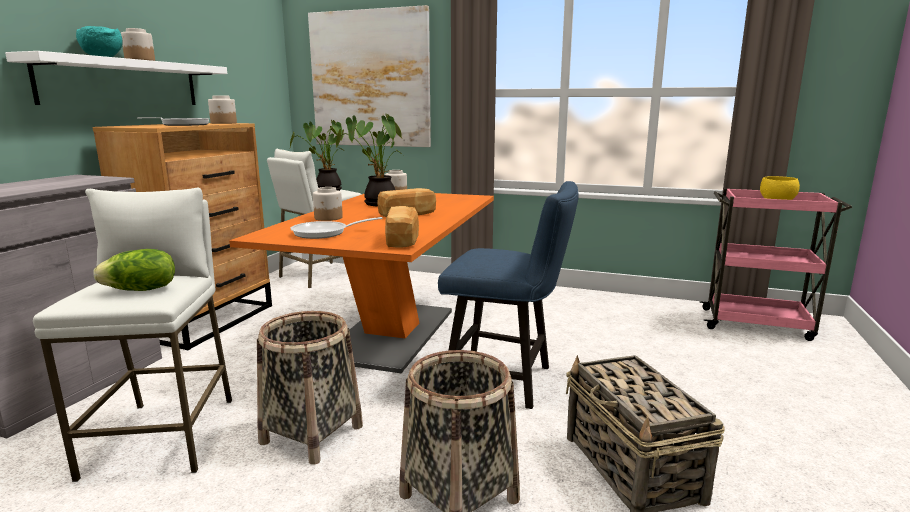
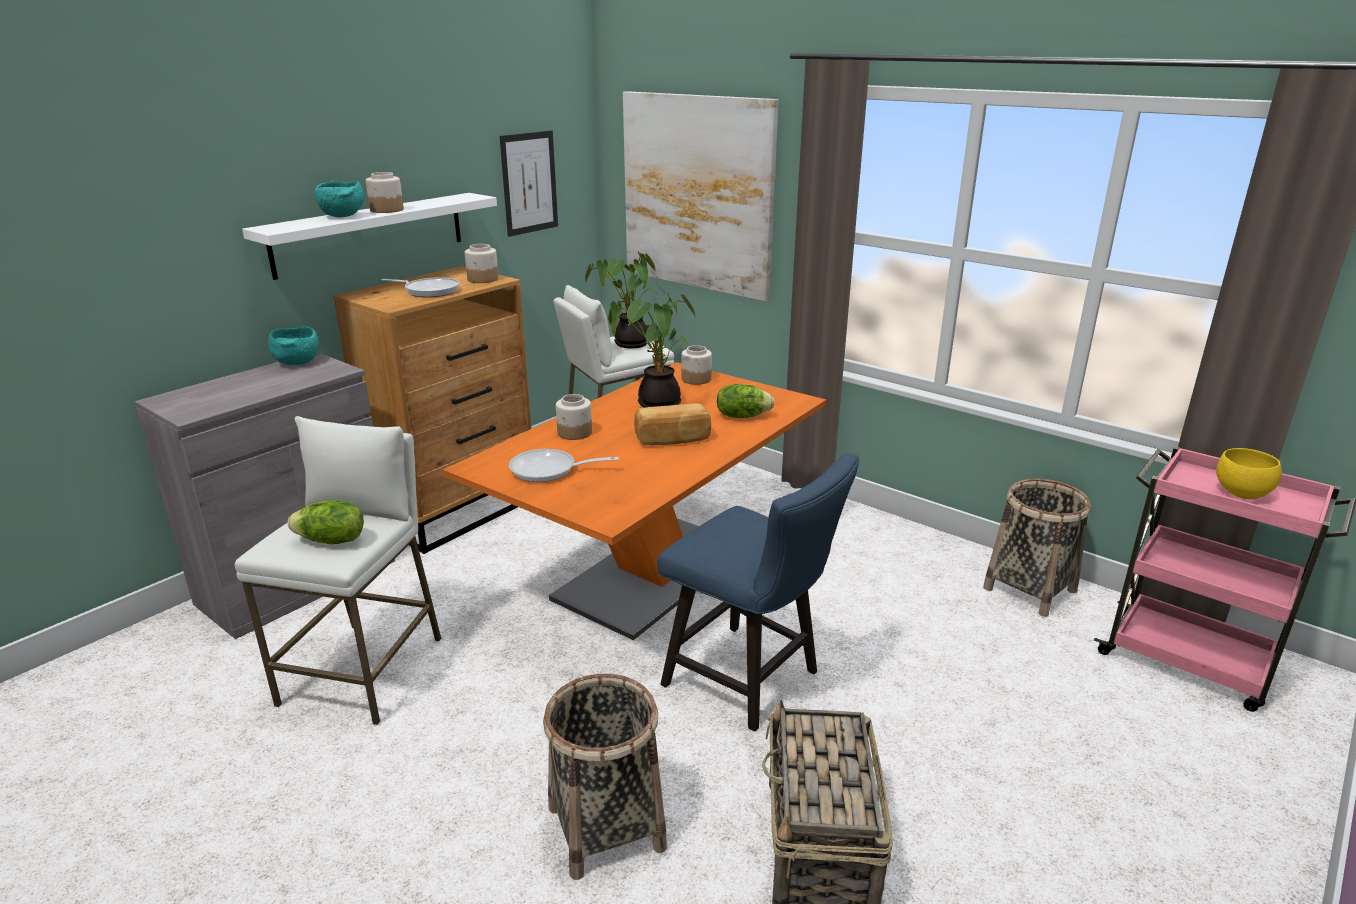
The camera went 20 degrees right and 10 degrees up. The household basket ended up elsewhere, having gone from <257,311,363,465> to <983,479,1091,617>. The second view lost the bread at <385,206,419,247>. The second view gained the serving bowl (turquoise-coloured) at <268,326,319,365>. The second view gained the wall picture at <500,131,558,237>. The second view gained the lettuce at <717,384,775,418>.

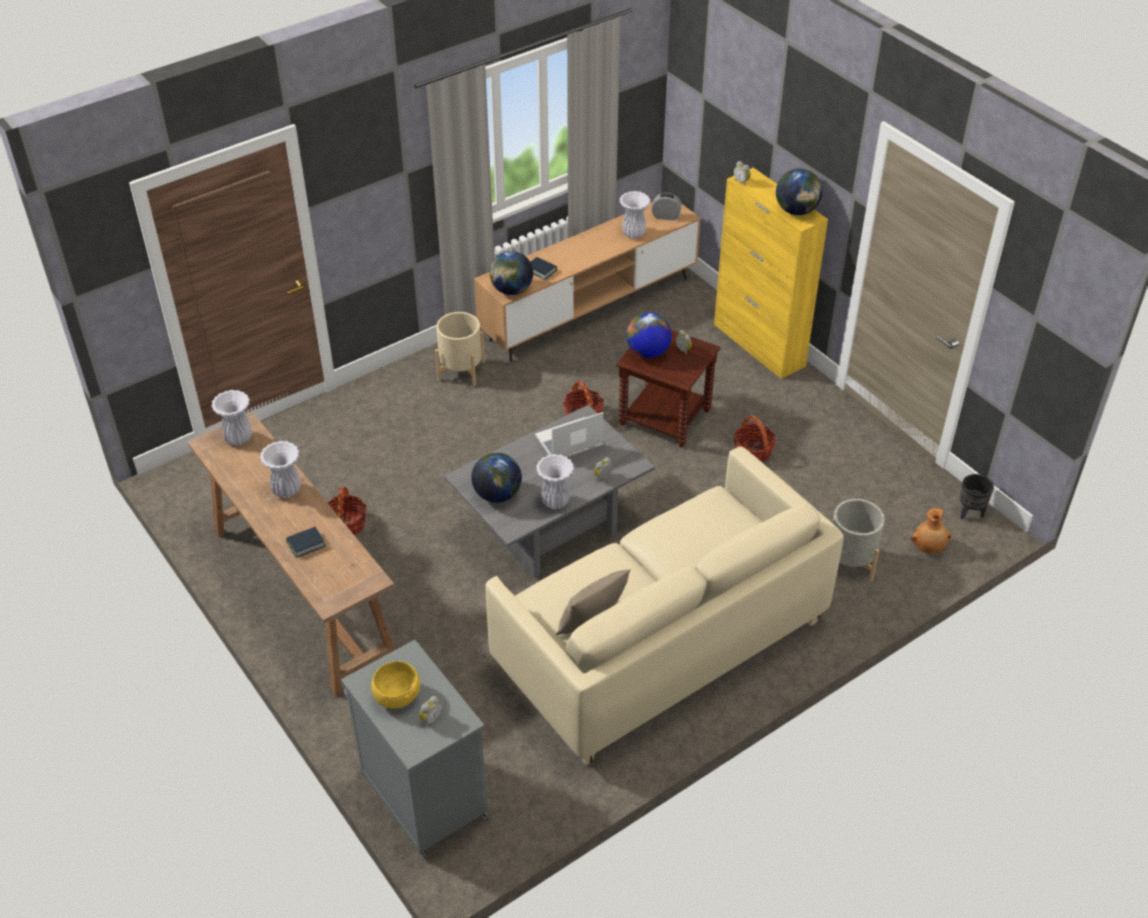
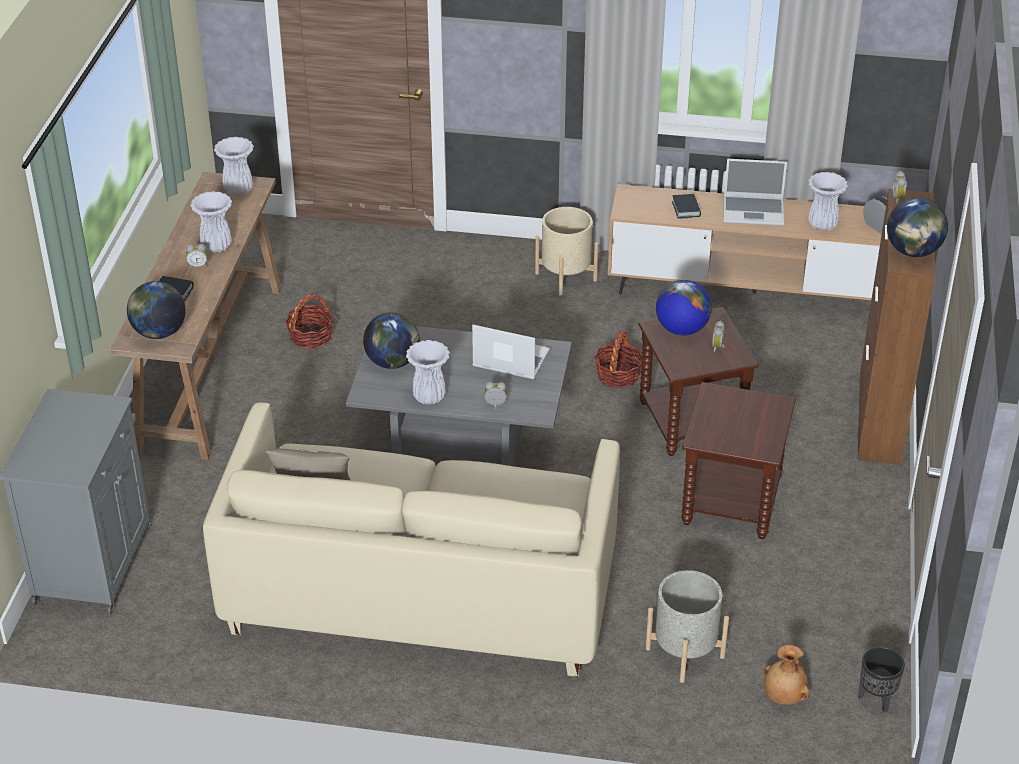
The camera went 45 degrees right and 5 degrees down. The second view lost the serving bowl (yellow) at <371,661,420,708>. The bedside clock ended up elsewhere, having gone from <419,696,442,727> to <186,244,208,269>. The desk globe ended up elsewhere, having gone from <490,251,533,295> to <127,281,186,339>. What was the cabinet (yellow) at <714,168,828,379> turned into the cabinet (brown) at <858,189,936,465>. Where the household basket stood at <734,416,776,462>, the end table (brown) came to stand at <681,382,796,539>. The second view gained the portable computer at <724,159,787,226>.

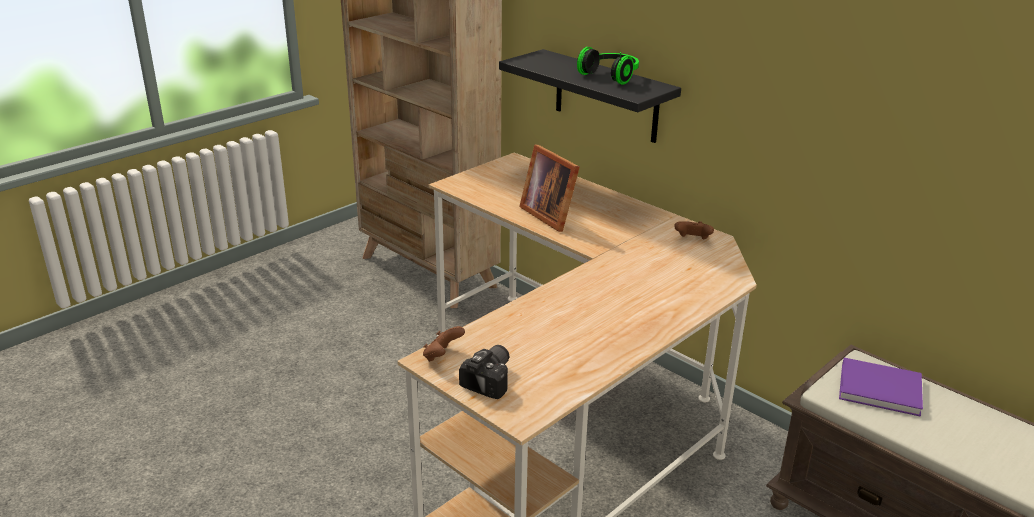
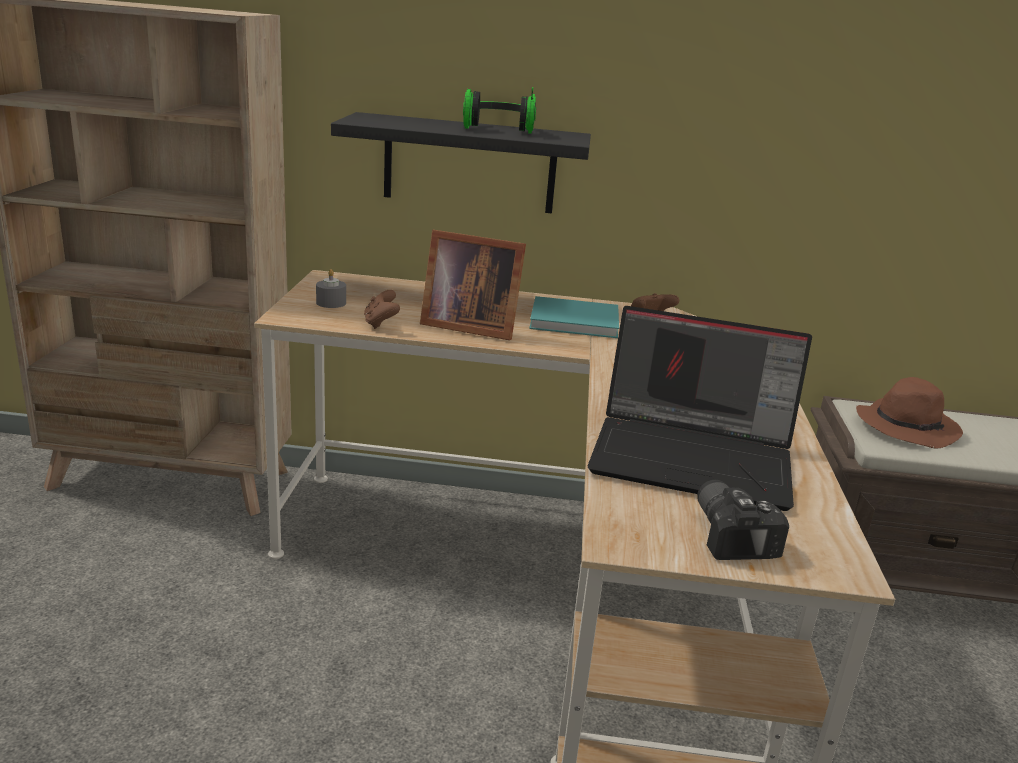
The camera went 40 degrees left and 5 degrees down. The joypad (brown) ended up elsewhere, having gone from <423,326,465,362> to <364,290,400,329>. Where the book (purplish) stood at <839,358,923,417>, the clothing hat (brown) came to stand at <856,377,963,449>. The second view gained the candle (greyish) at <316,269,346,308>. The second view gained the book (turquoise-coloured) at <529,296,619,338>. The second view gained the portable computer at <588,306,812,511>.

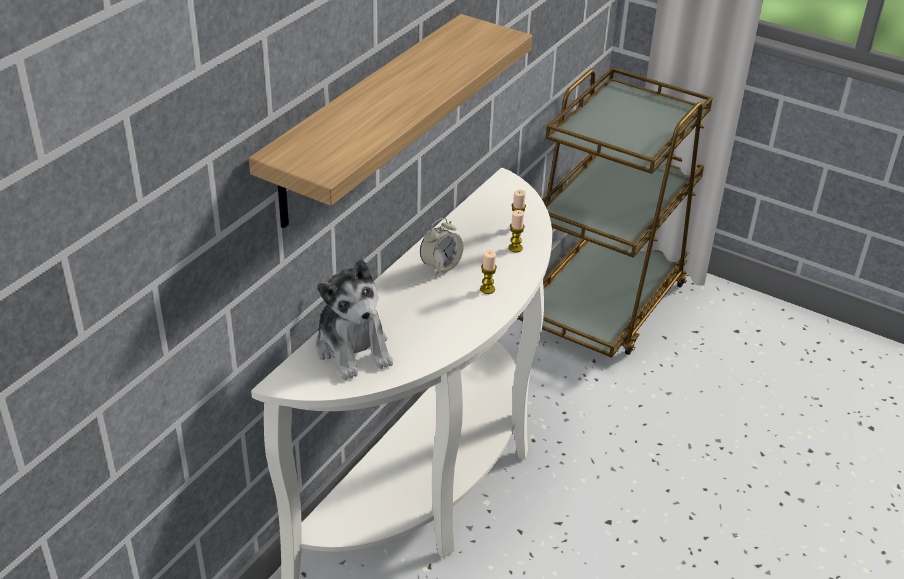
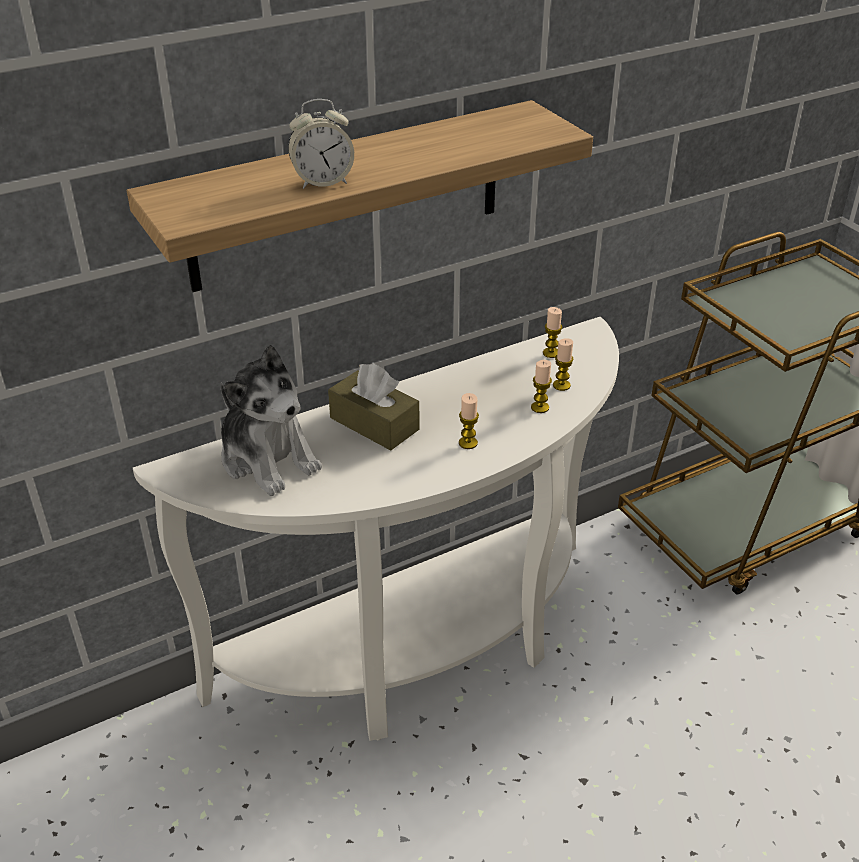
The camera went 30 degrees right and 0 degrees up. The cuddly toy at <315,259,393,380> ended up facing another way, 45 degrees counterclockwise from before. The bedside clock ended up elsewhere, having gone from <420,218,463,275> to <288,99,354,189>. The second view gained the box of tissues (brown) at <328,364,420,450>. The second view gained the candle at <543,307,562,358>.

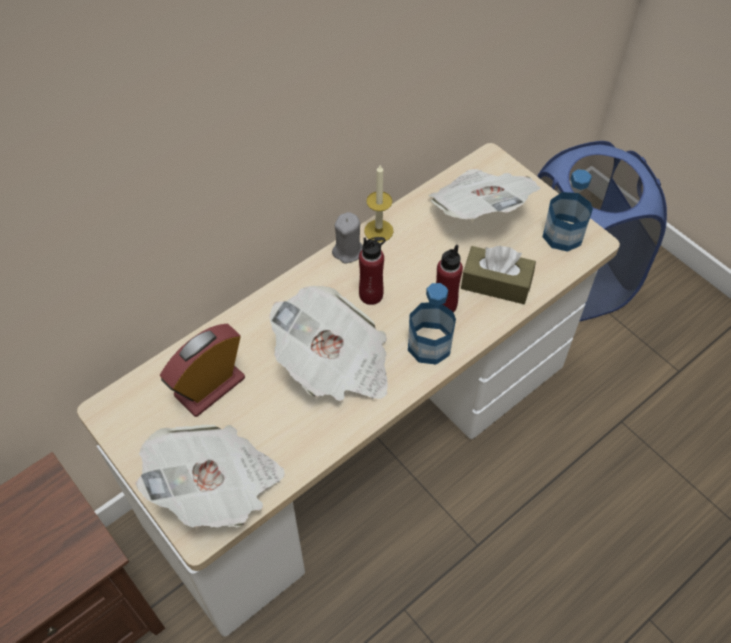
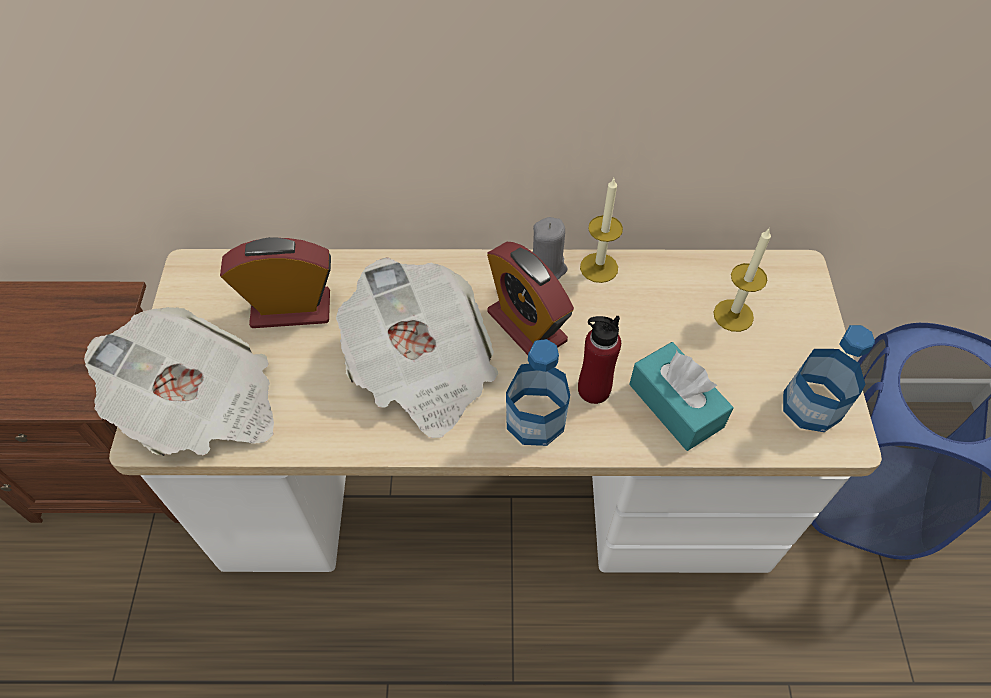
The camera went 40 degrees right and 0 degrees up. Where the bottle (reddish) stood at <359,237,386,305>, the bedside clock came to stand at <487,242,574,355>. Where the newspaper stood at <428,169,541,219>, the candle came to stand at <714,229,771,332>. What was the box of tissues (brown) at <461,246,536,304> turned into the box of tissues (turquoise-coloured) at <629,342,734,451>.

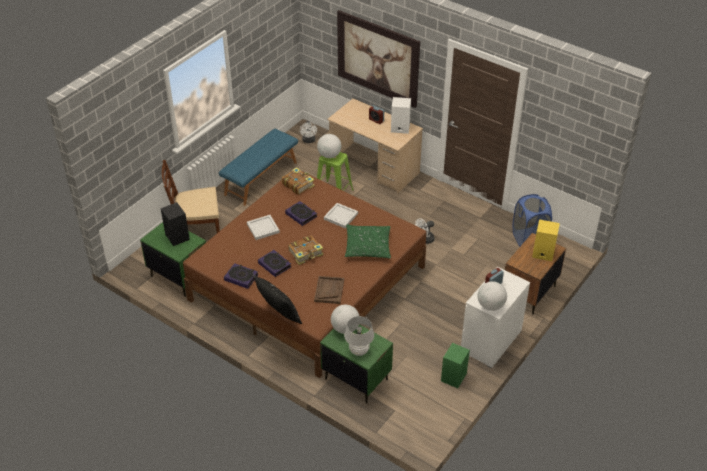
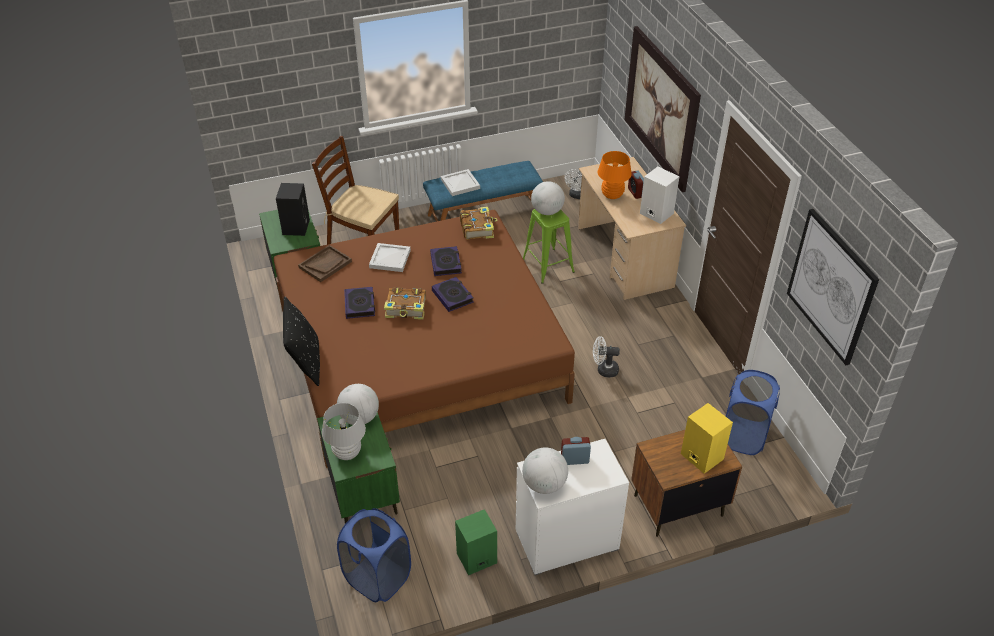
The camera went 35 degrees right and 0 degrees up. The book ended up elsewhere, having gone from <224,263,259,289> to <432,277,474,312>. The serving tray (brown) ended up elsewhere, having gone from <314,276,344,304> to <298,245,352,282>. The serving tray (whitish) ended up elsewhere, having gone from <324,203,358,228> to <441,169,480,196>. The second view lost the pillow (green) at <345,224,391,258>. The second view gained the laundry basket (bluish) at <337,508,411,602>. The second view gained the table lamp (orangey) at <598,151,632,199>. The second view gained the wall picture at <787,209,879,365>.

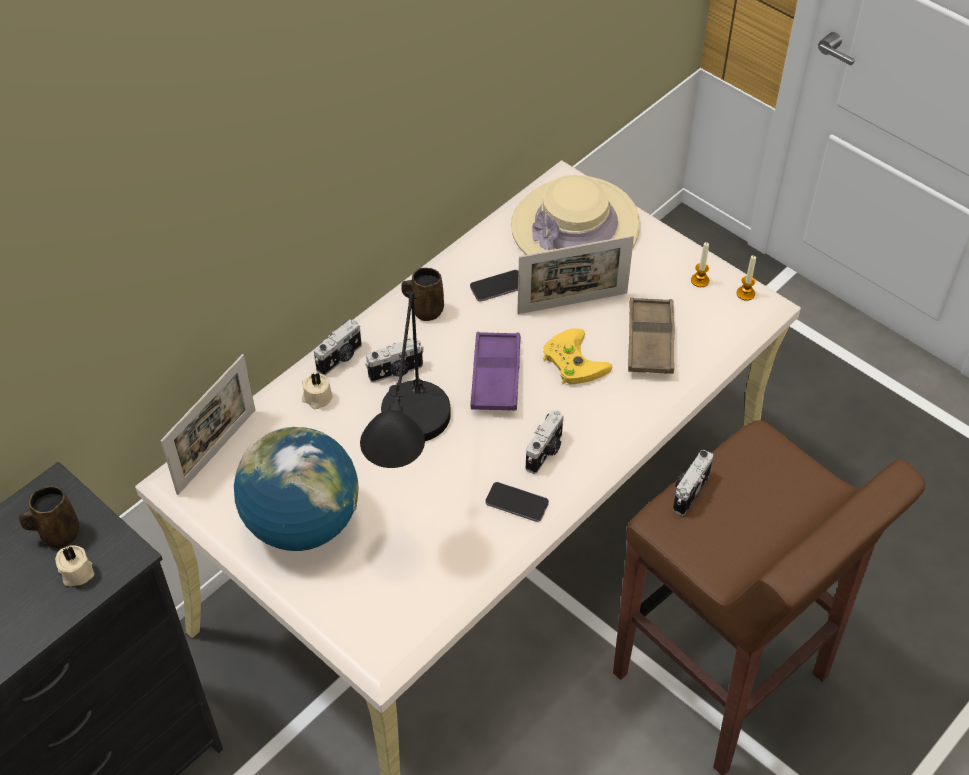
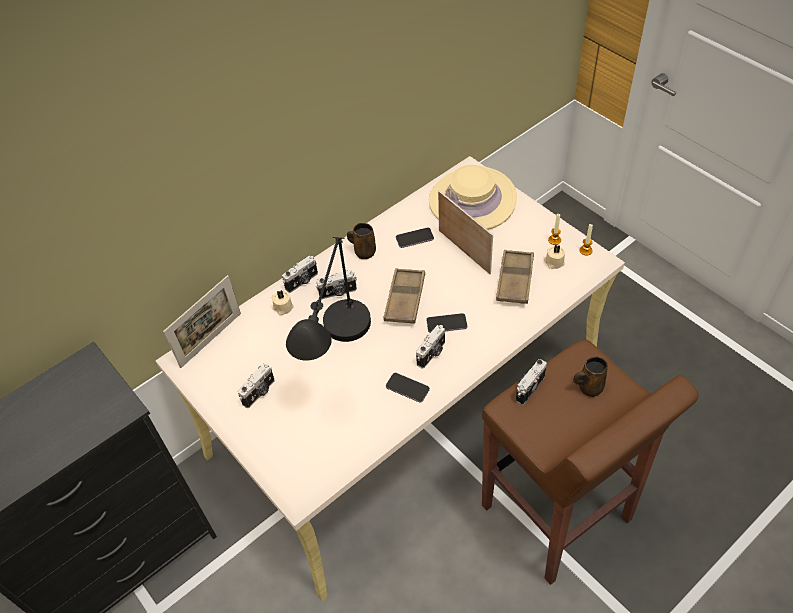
The camera went 10 degrees right and 0 degrees up. The tea mug (brown) ended up elsewhere, having gone from <19,486,79,548> to <573,357,608,397>. The candle (beige) ended up elsewhere, having gone from <55,545,94,586> to <544,244,565,269>. Where the desk globe stood at <234,427,358,551>, the still camera came to stand at <238,364,275,408>. What was the serving tray (purplish) at <470,332,521,410> turned into the serving tray (brown) at <383,268,425,324>. The picture frame at <517,235,634,314> ended up facing another way, 120 degrees counterclockwise from before. The second view lost the joypad (yellow) at <543,328,612,384>. The second view gained the phone at <426,313,467,333>.

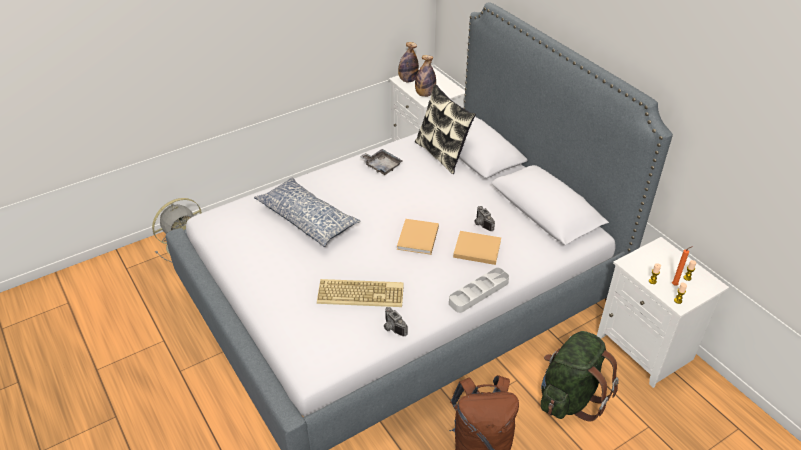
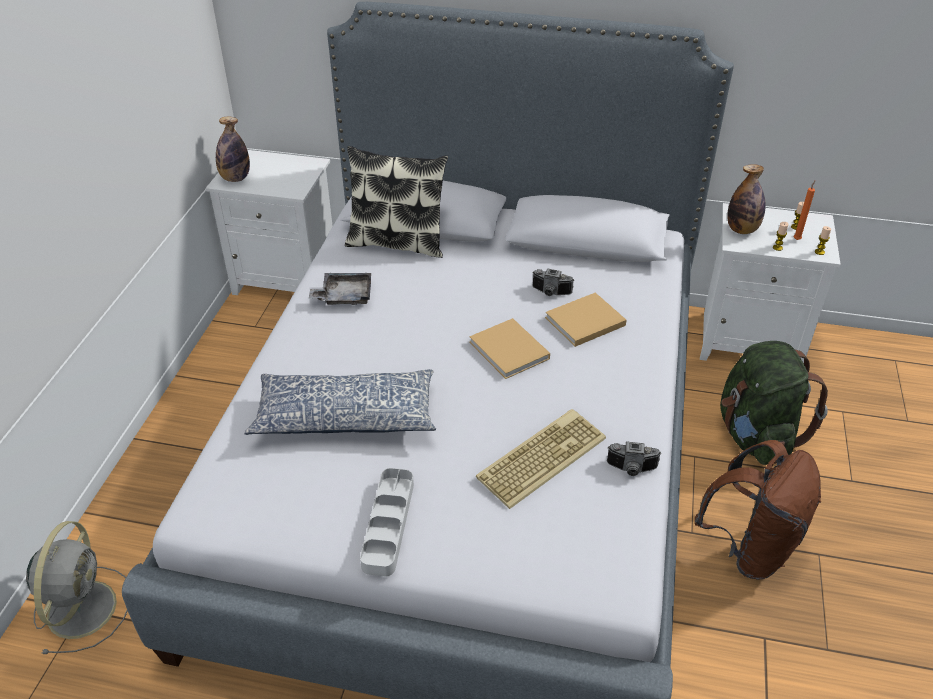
The camera went 45 degrees left and 0 degrees up. The bottle ended up elsewhere, having gone from <415,55,436,97> to <727,164,766,234>. The serving tray (greyish) ended up elsewhere, having gone from <449,268,509,313> to <360,468,414,577>.

